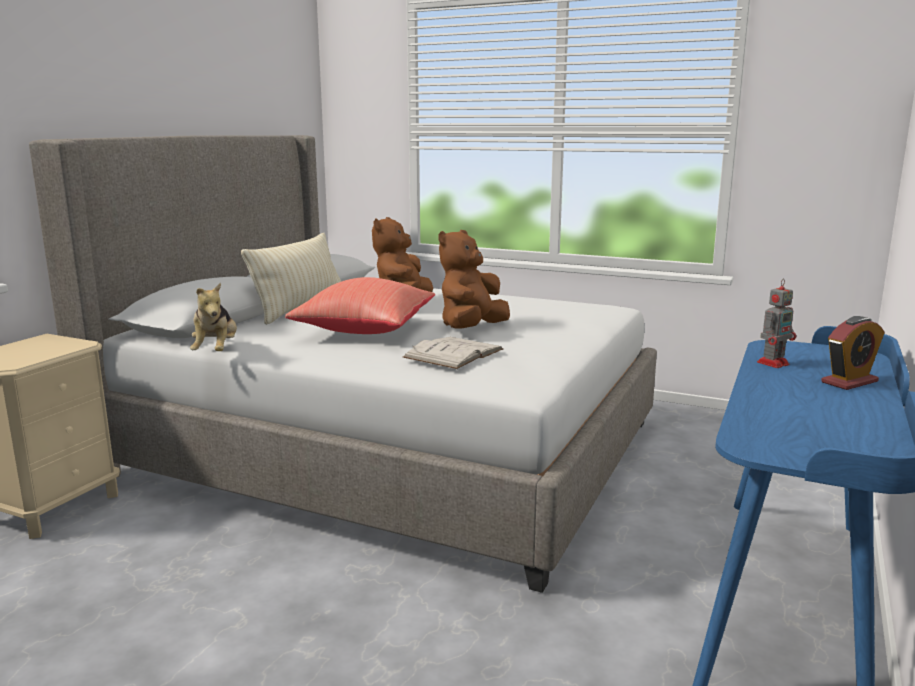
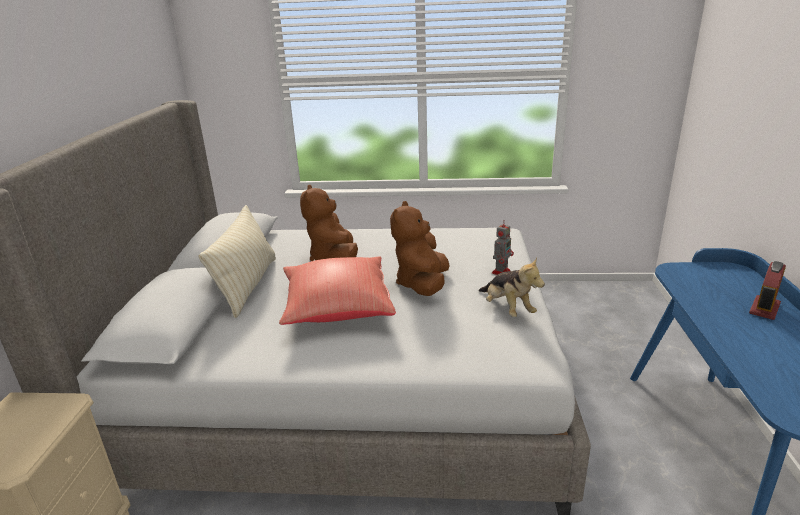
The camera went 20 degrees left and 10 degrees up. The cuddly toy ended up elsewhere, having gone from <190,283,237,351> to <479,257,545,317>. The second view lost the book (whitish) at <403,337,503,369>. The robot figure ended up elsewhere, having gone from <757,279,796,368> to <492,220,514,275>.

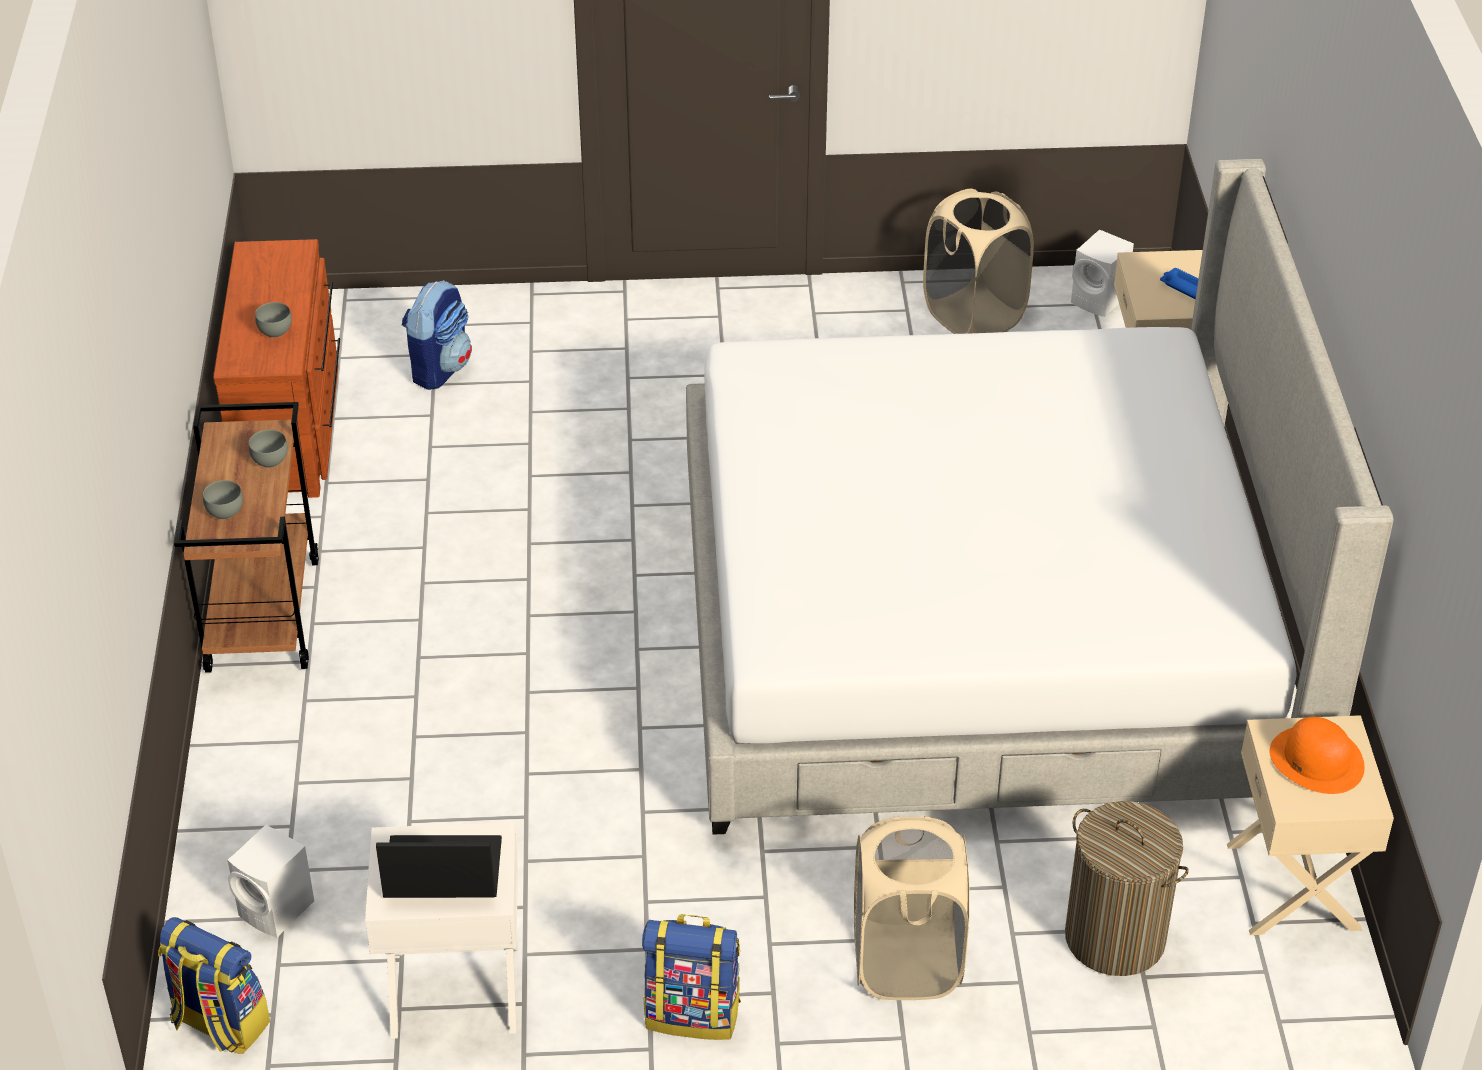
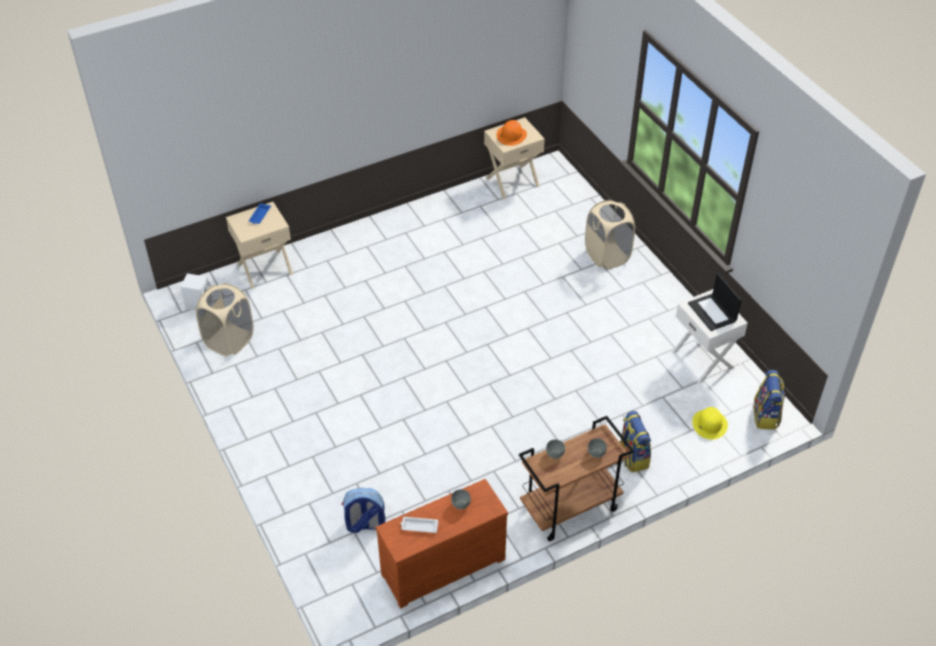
The camera went 115 degrees left and 5 degrees up. Where the speaker (whitish) stood at <228,825,314,937>, the clothing hat (yellow) came to stand at <692,407,728,440>. The backpack ended up elsewhere, having gone from <642,914,741,1040> to <620,411,651,472>. The second view lost the bedroom bed at <686,159,1394,835>. The second view lost the laundry basket at <1065,801,1189,976>. The second view gained the serving tray (whitish) at <400,517,438,533>.

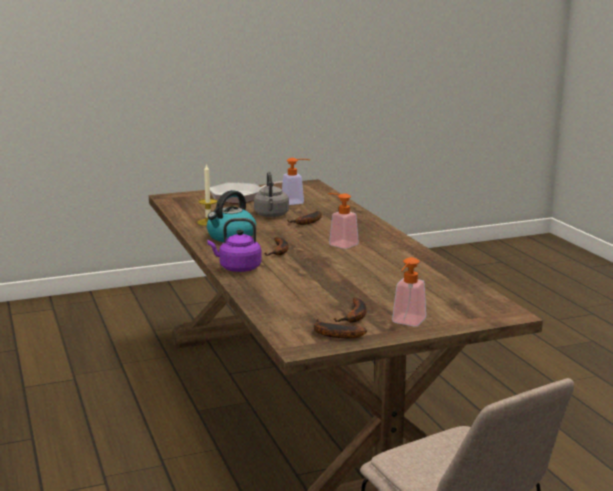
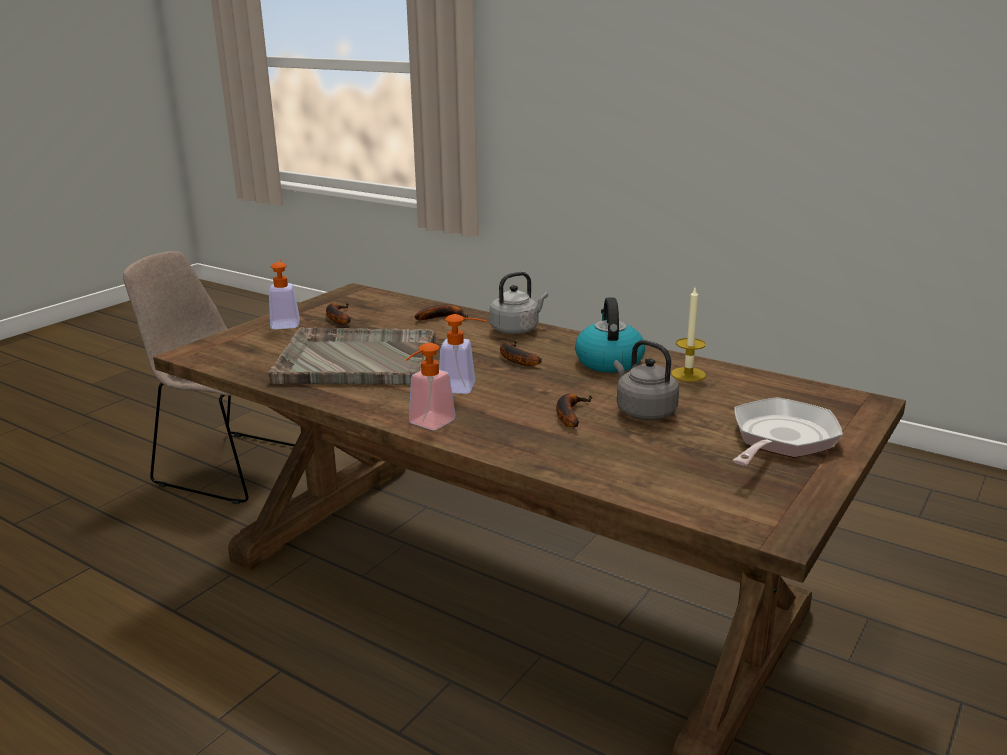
The camera went 145 degrees right and 5 degrees up. What was the water kettle (purplish) at <208,218,262,272> turned into the water kettle (greyish) at <490,272,548,334>. The soap dispenser ended up elsewhere, having gone from <282,158,310,205> to <405,343,456,430>. The banana ended up elsewhere, having gone from <314,319,367,339> to <415,304,468,320>. The second view gained the serving tray (greyish) at <267,327,436,385>.

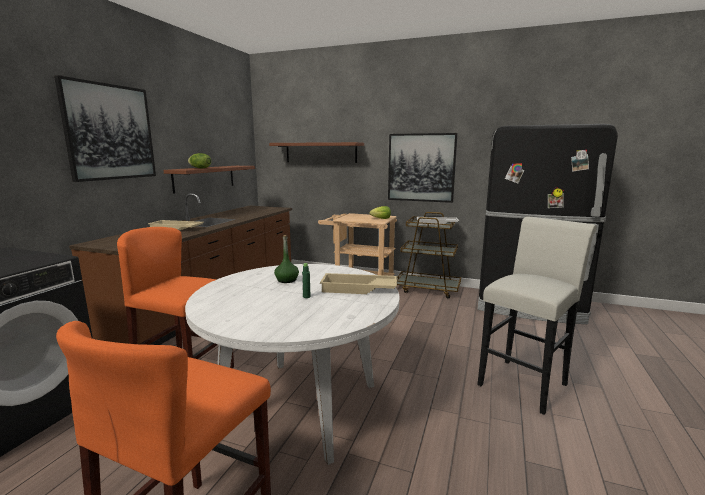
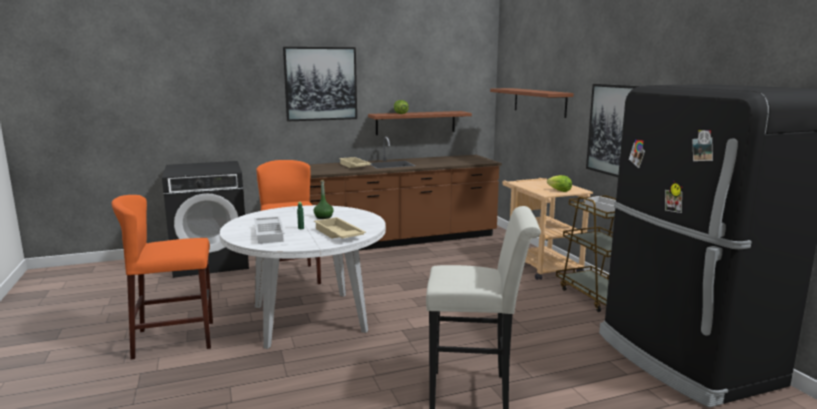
The camera went 50 degrees right and 0 degrees up. The second view gained the serving tray (whitish) at <254,216,285,244>.

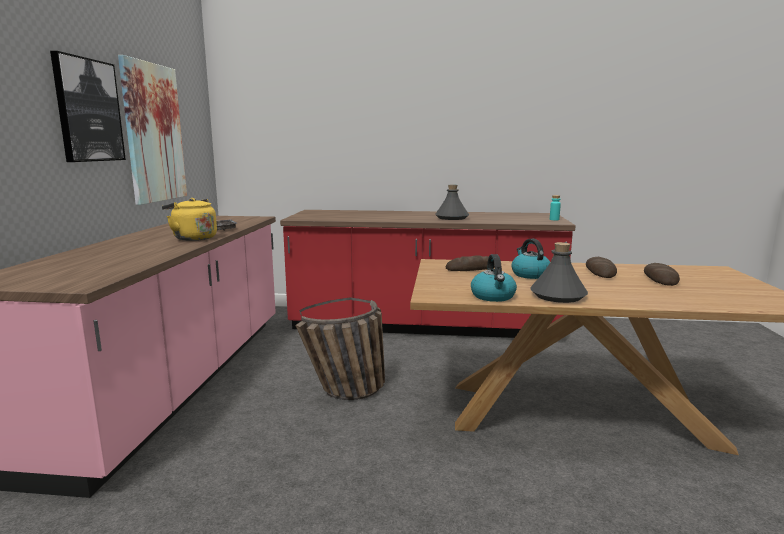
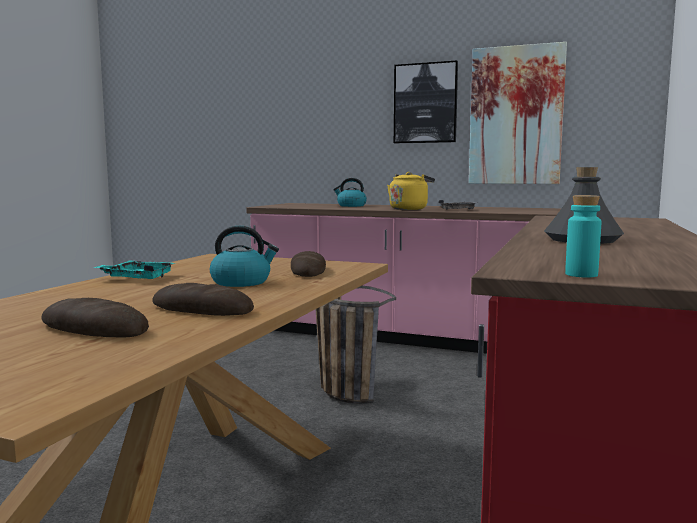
The camera went 105 degrees right and 5 degrees down. The water kettle ended up elsewhere, having gone from <471,254,517,302> to <333,178,367,207>. Where the bottle (greyish) stood at <530,242,588,303>, the serving tray (turquoise-coloured) came to stand at <93,260,175,279>.

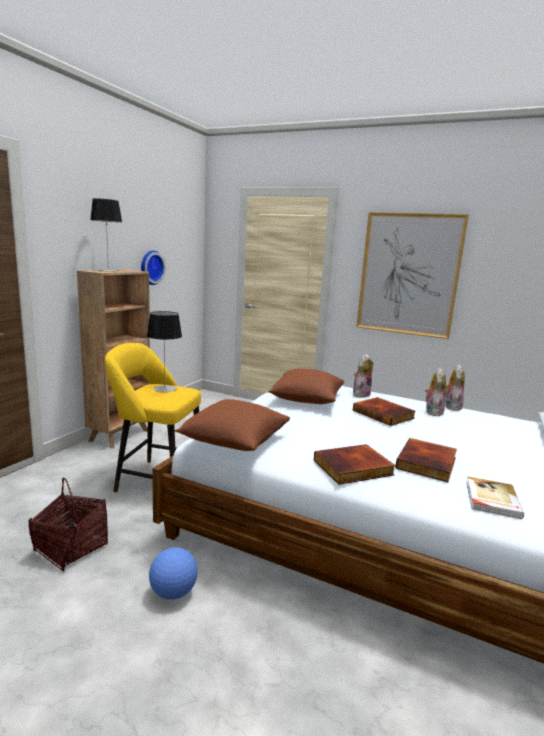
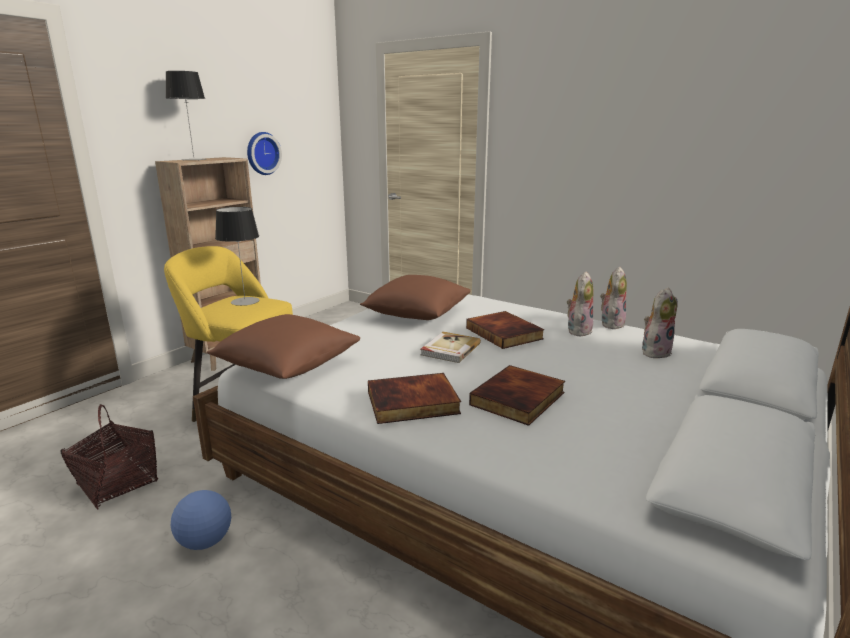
The camera went 10 degrees right and 5 degrees up. The cuddly toy ended up elsewhere, having gone from <353,354,373,398> to <642,288,678,358>. The second view lost the wall picture at <356,212,469,339>. The book ended up elsewhere, having gone from <466,476,524,519> to <421,332,481,363>.

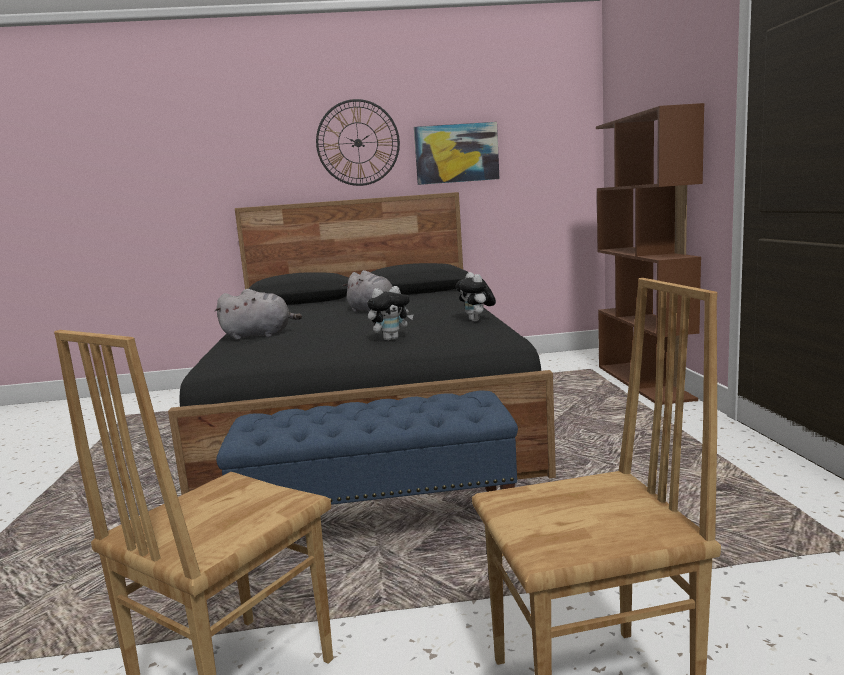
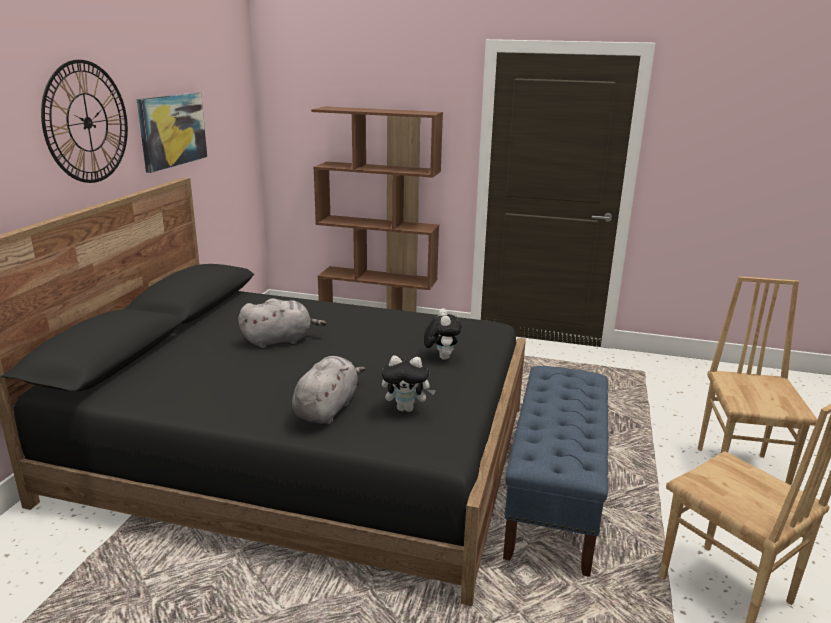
The camera went 70 degrees left and 10 degrees up. The cuddly toy ended up elsewhere, having gone from <456,272,496,322> to <382,355,436,412>.

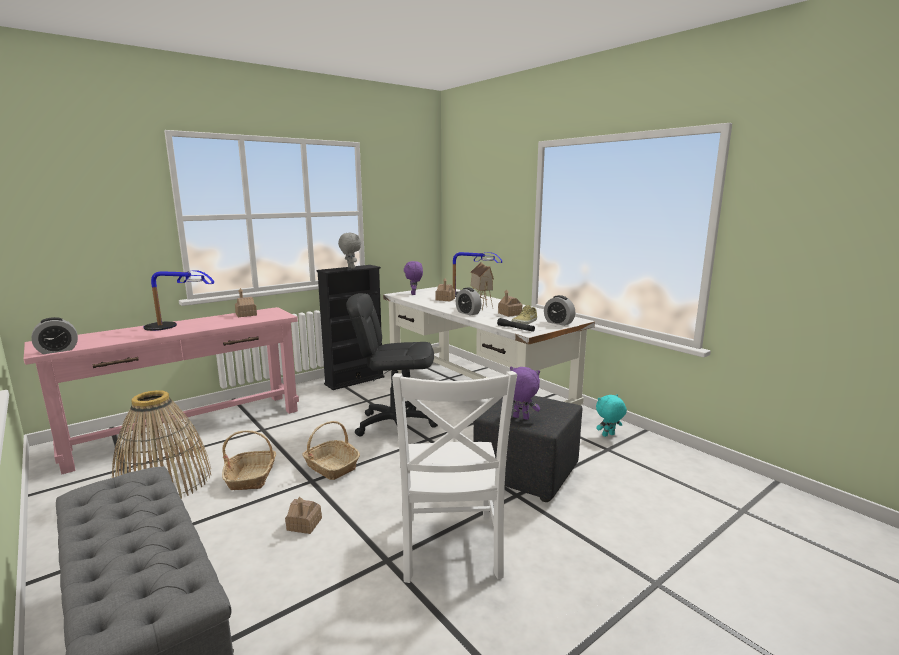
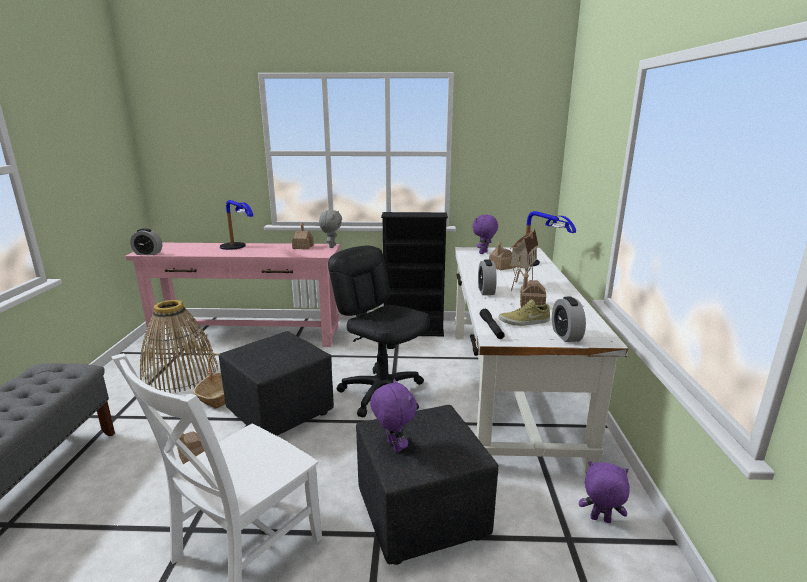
The camera went 40 degrees right and 5 degrees up. Where the household basket stood at <302,421,360,480>, the pouffe (black) came to stand at <219,331,334,436>. The cuddly toy (greyish) ended up elsewhere, having gone from <338,233,361,269> to <319,210,342,248>. What was the cuddly toy (turquoise-coloured) at <596,394,627,437> turned into the cuddly toy (purplish) at <579,461,630,523>.

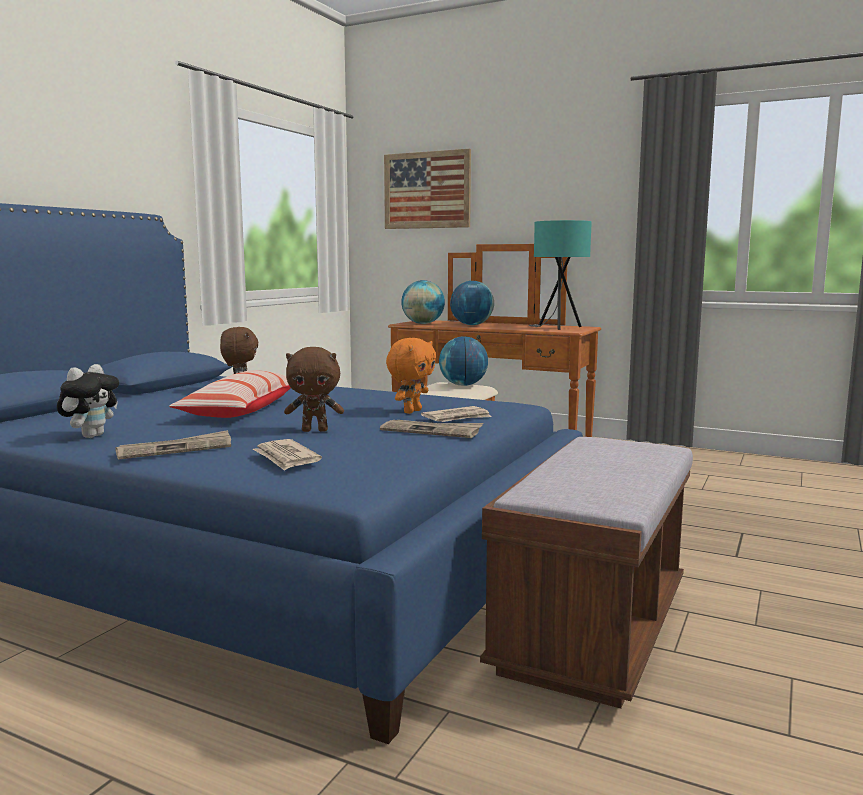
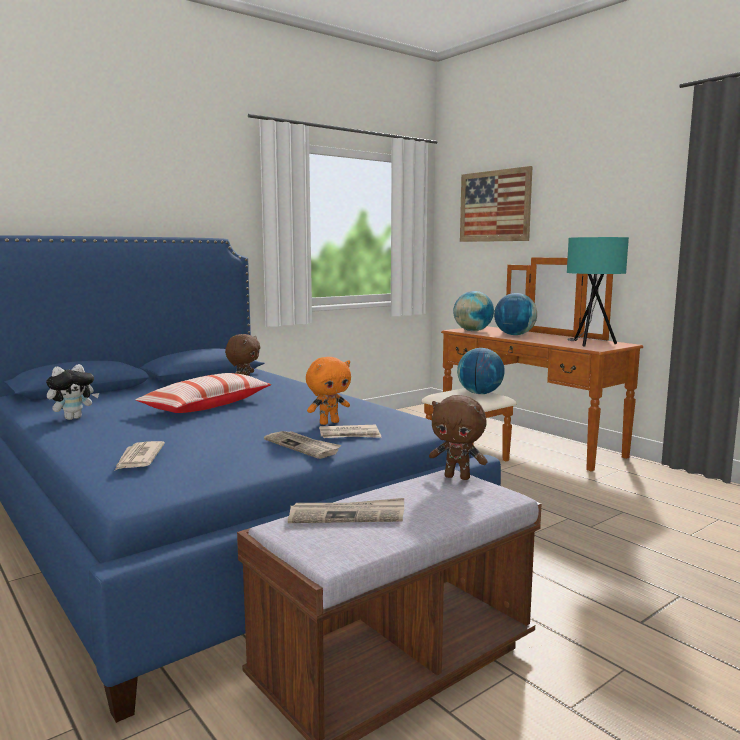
The camera went 25 degrees right and 0 degrees up. The newspaper ended up elsewhere, having gone from <115,430,231,460> to <288,498,404,523>. The cuddly toy (brown) ended up elsewhere, having gone from <284,347,344,432> to <429,395,488,480>.

